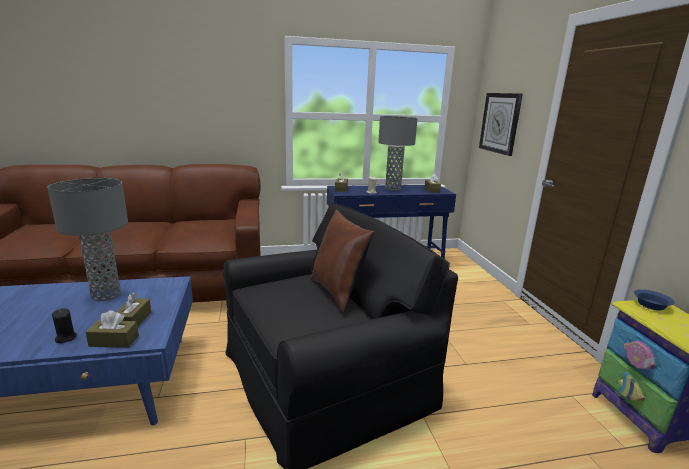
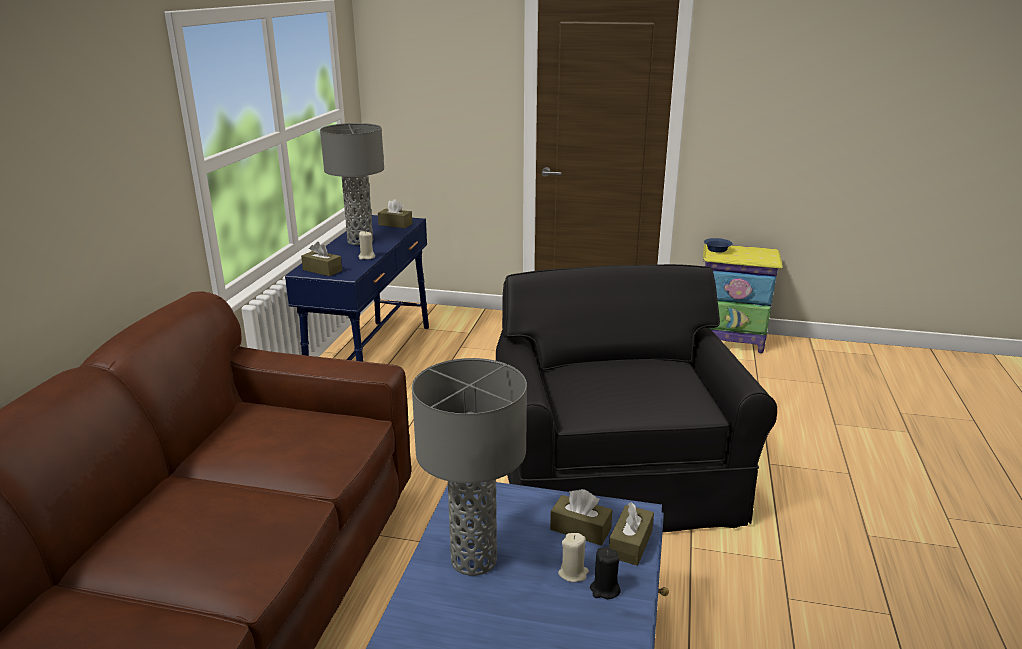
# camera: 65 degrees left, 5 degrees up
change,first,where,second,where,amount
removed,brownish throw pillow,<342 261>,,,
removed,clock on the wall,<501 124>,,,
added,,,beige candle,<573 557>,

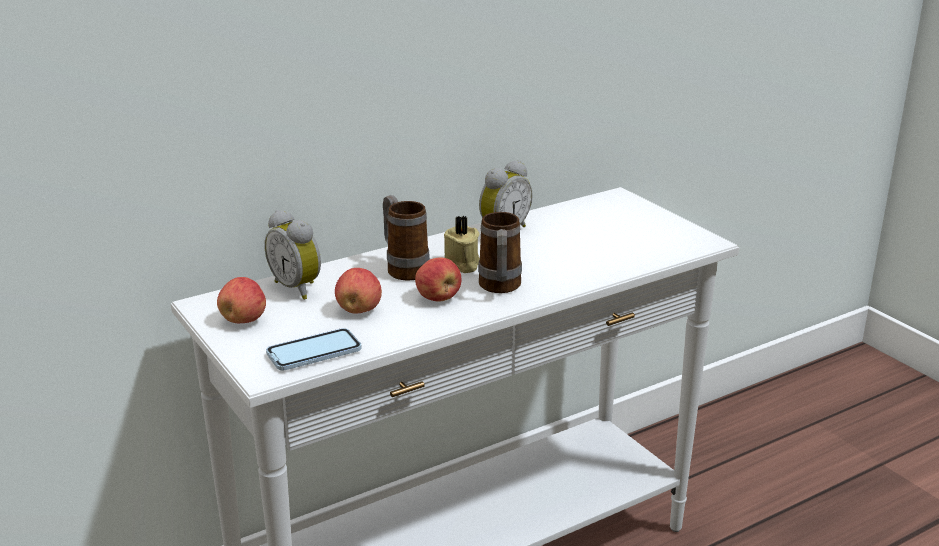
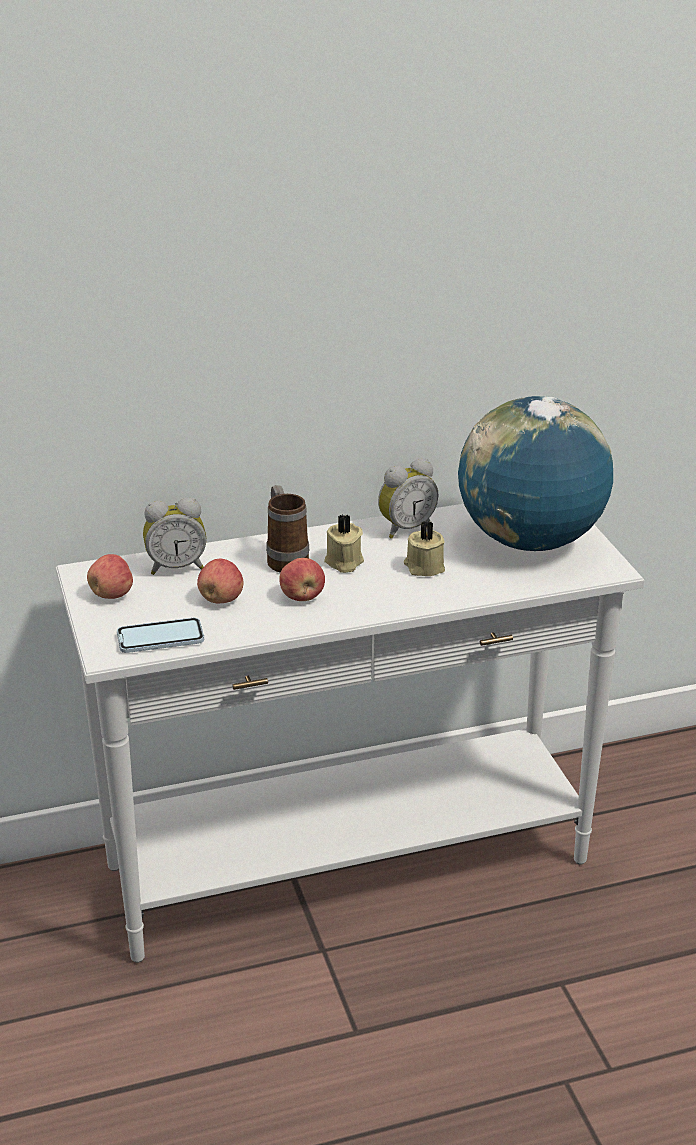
# camera: 15 degrees right, 5 degrees up
change,first,where,second,where,amount
turned,table clock,<292 255>,,<174 536>,75 degrees counterclockwise
removed,coffee mug,<500 252>,,,
added,,,beige candle,<424 548>,
added,,,globe,<535 473>,

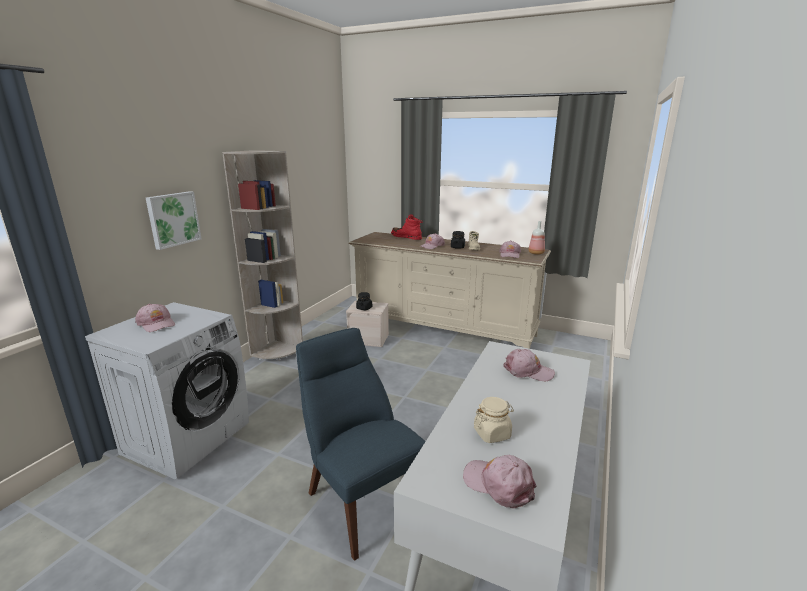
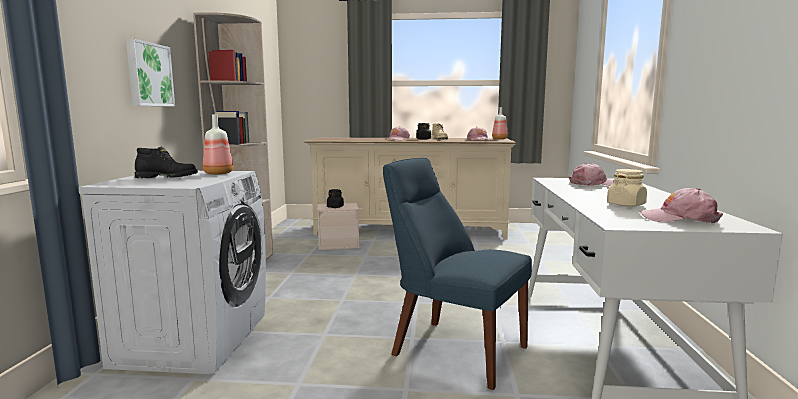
# camera: 20 degrees left, 10 degrees down
change,first,where,second,where,amount
replaced,pink-coloured peaked cap,<155 318>,black-coloured boot,<166 162>,
removed,red boot,<407 227>,,,
added,,,bottle,<218 145>,

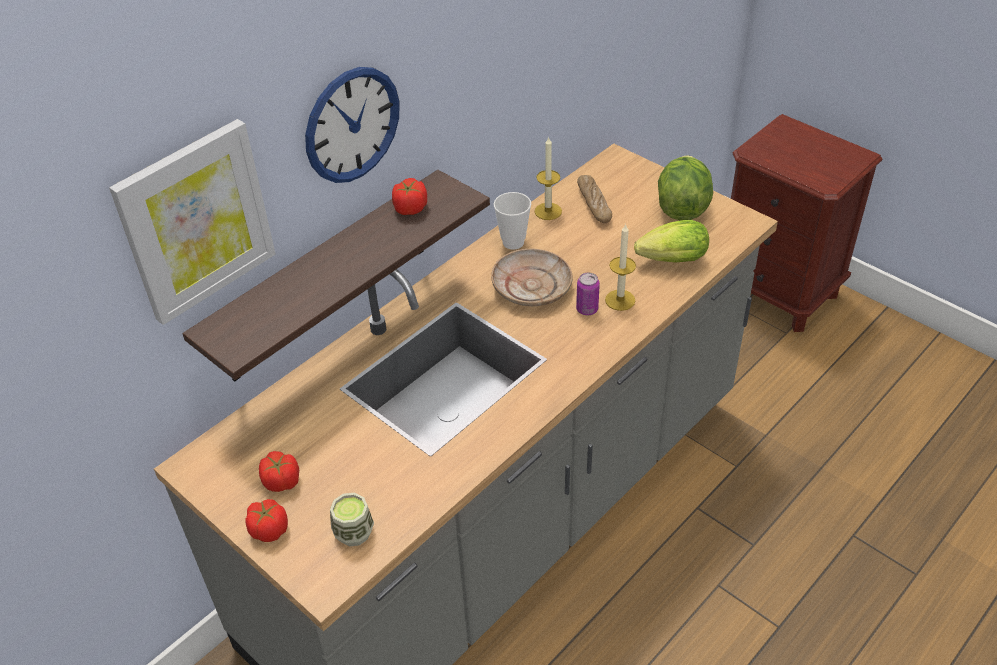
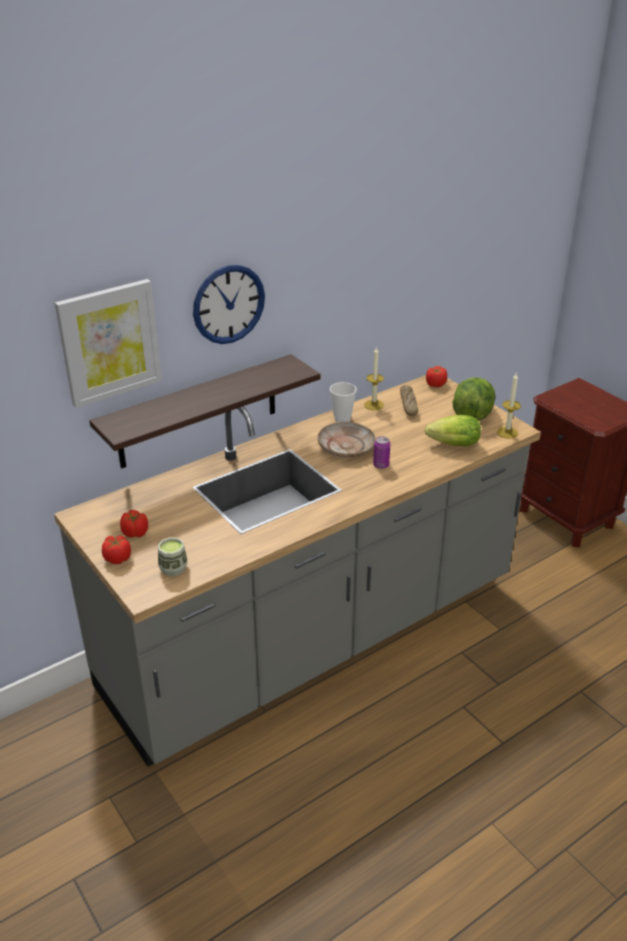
# camera: 10 degrees right, 10 degrees down
change,first,where,second,where,amount
moved,fresh tomato,<409 196>,,<436 376>,
moved,candle,<620 267>,,<509 405>,

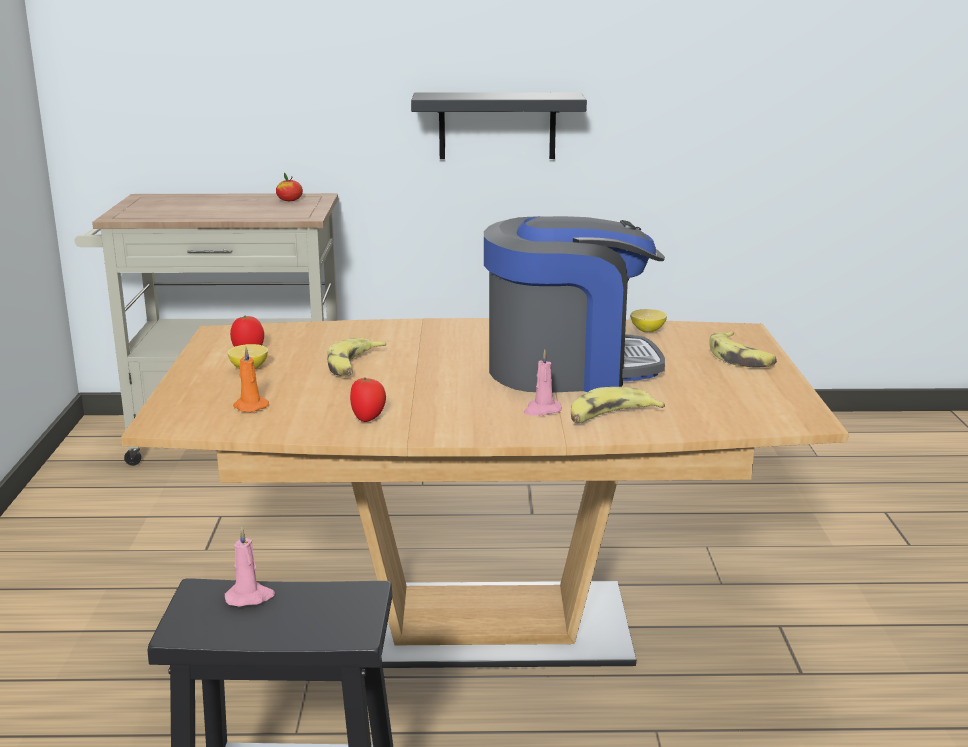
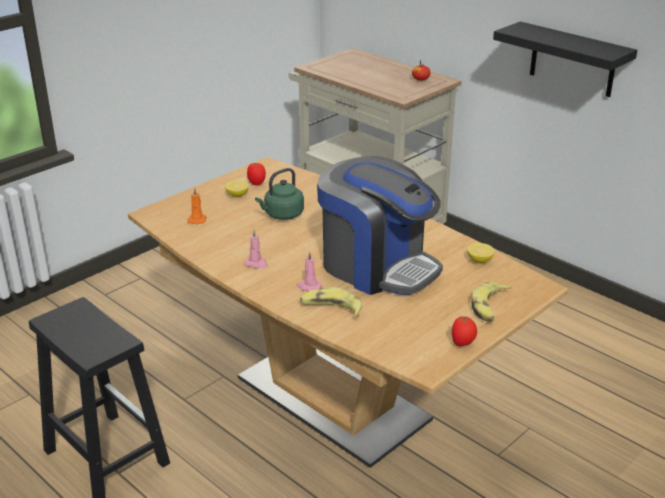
# camera: 45 degrees right, 10 degrees up
change,first,where,second,where,amount
moved,pink-coloured candle,<250 567>,,<256 249>,
replaced,banana fruit,<357 357>,green-coloured kettle,<279 194>,
moved,fresh tomato,<368 399>,,<464 331>,

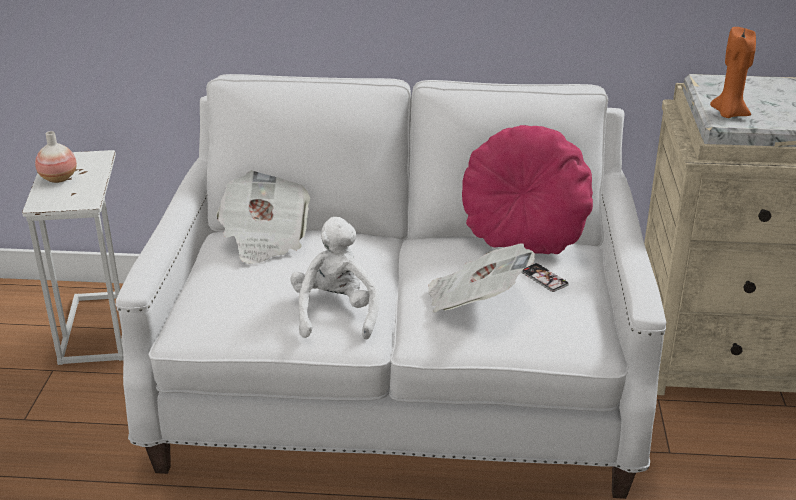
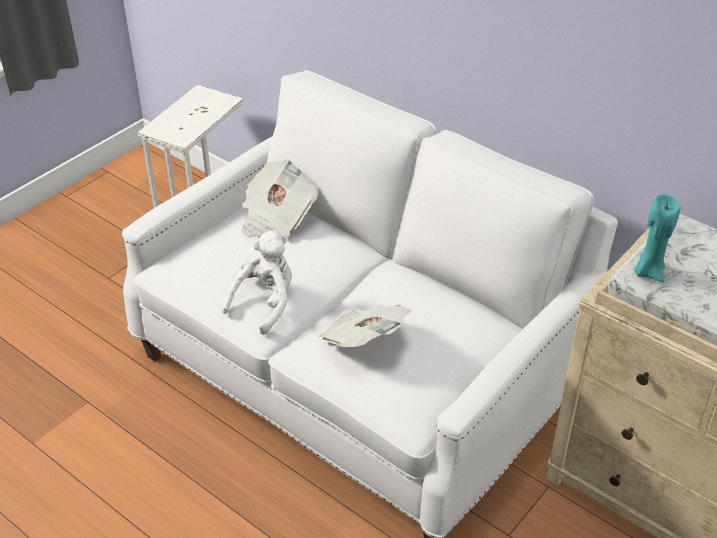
# camera: 35 degrees right, 10 degrees up
change,first,where,second,where,amount
removed,vase,<56 157>,,,
removed,pink-coloured throw pillow,<527 189>,,,
removed,phone,<545 277>,,,
recoloured,orange candle,<733 72>,turquoise-coloured candle,<657 238>,

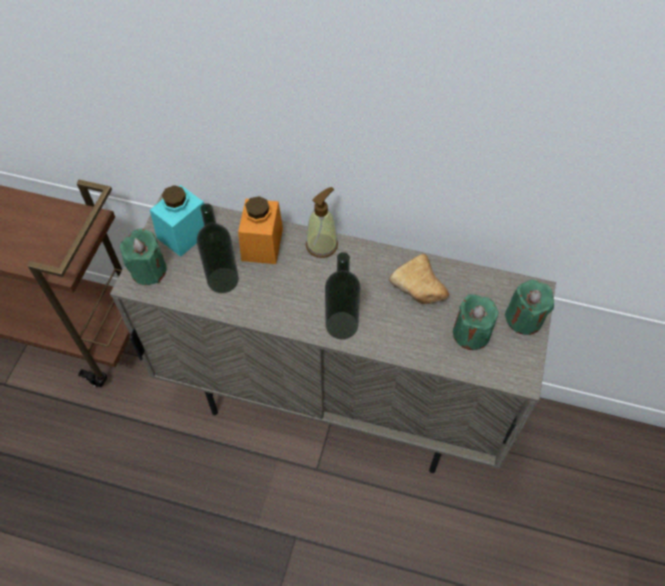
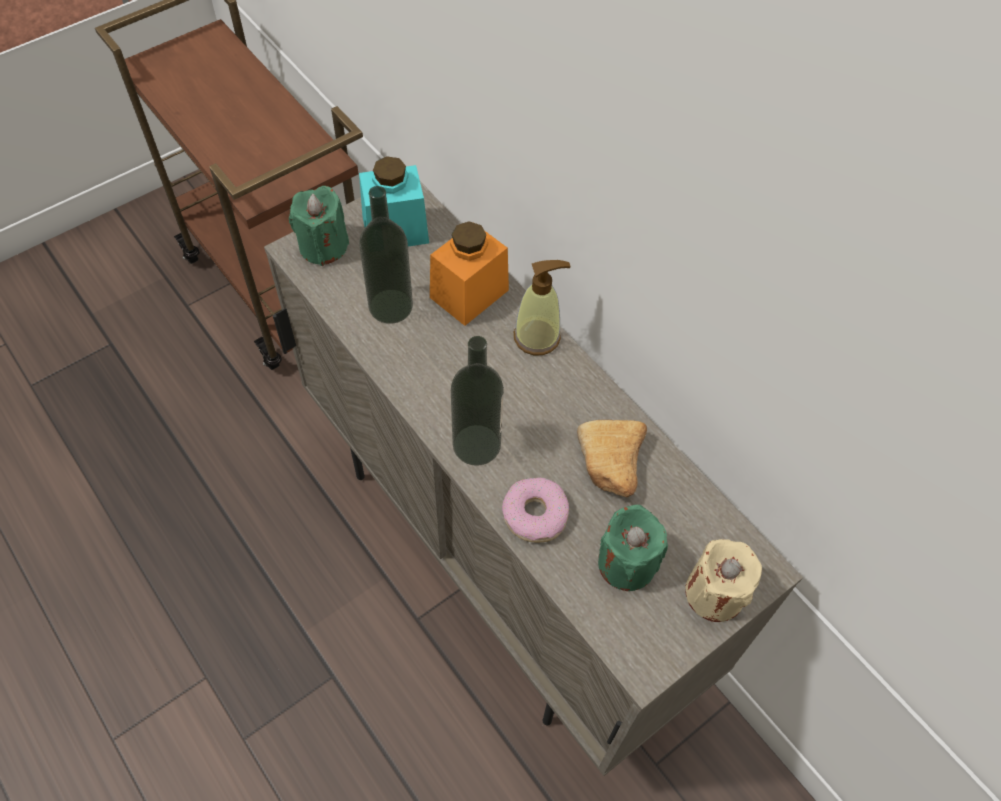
# camera: 35 degrees right, 0 degrees up
change,first,where,second,where,amount
recoloured,green-coloured candle,<529 307>,beige candle,<723 580>,
added,,,donut,<535 510>,

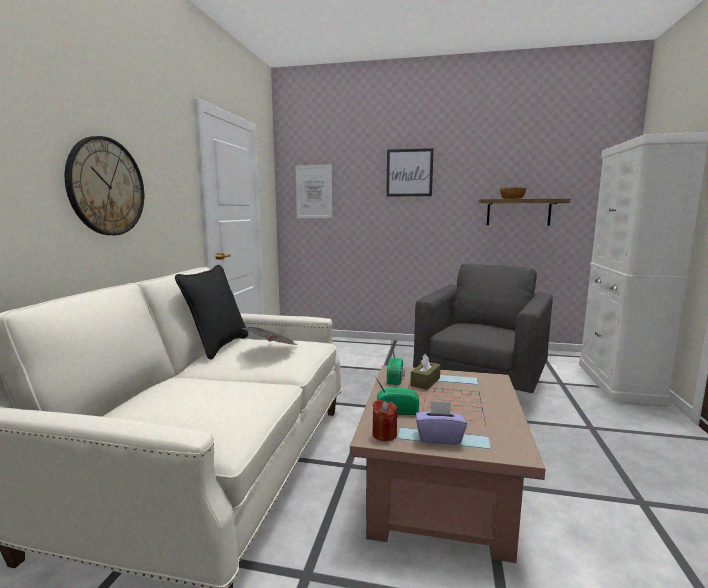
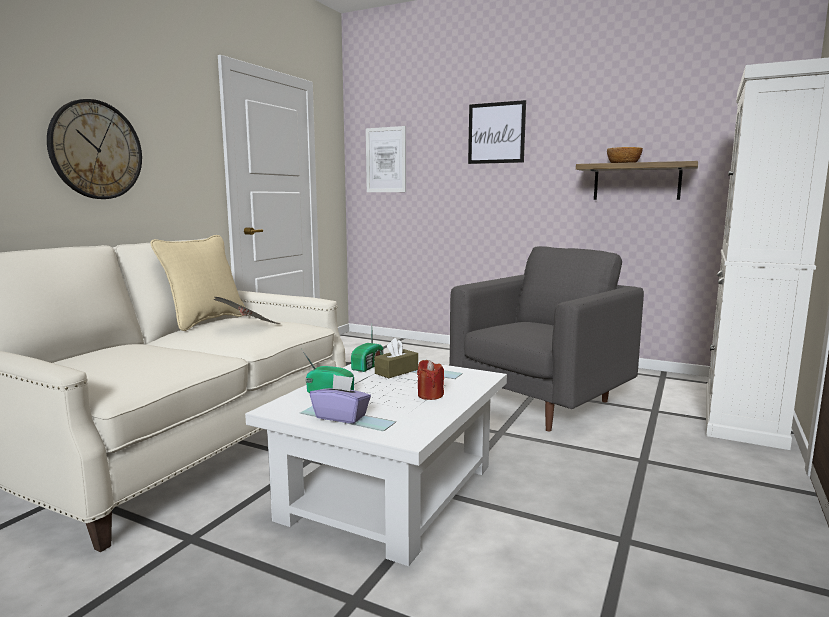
# camera: 15 degrees right, 0 degrees up
change,first,where,second,where,amount
recoloured,black-coloured throw pillow,<211 312>,beige throw pillow,<198 283>,
recoloured,brownish coffee table,<447 464>,white coffee table,<376 463>,
moved,red candle,<385 420>,,<430 380>,

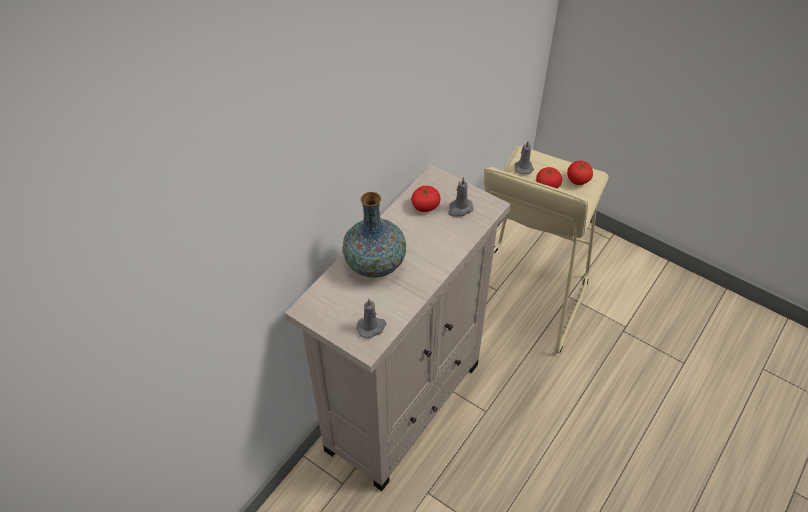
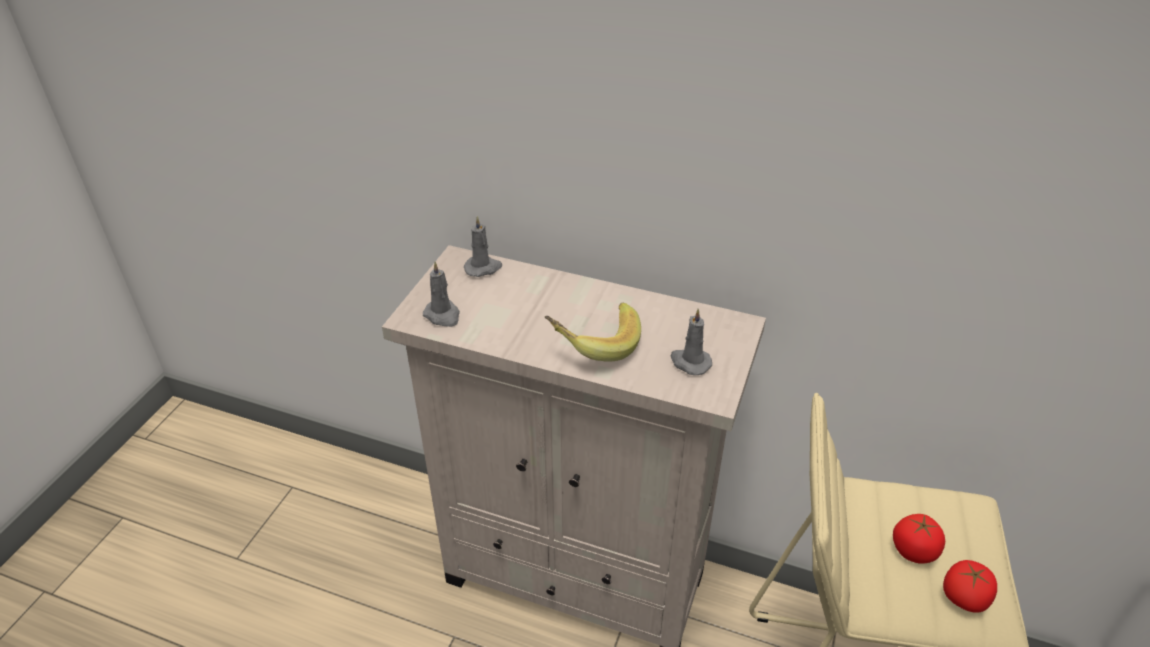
# camera: 75 degrees right, 10 degrees down
change,first,where,second,where,amount
removed,vase,<374 234>,,,
removed,fresh tomato,<425 199>,,,
moved,grey candle,<524 157>,,<483 246>,
added,,,banana fruit,<593 332>,

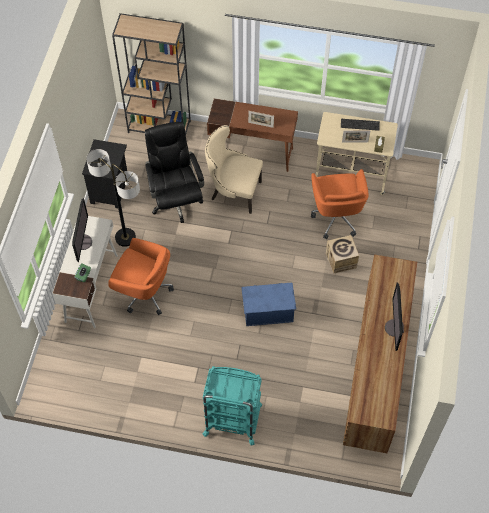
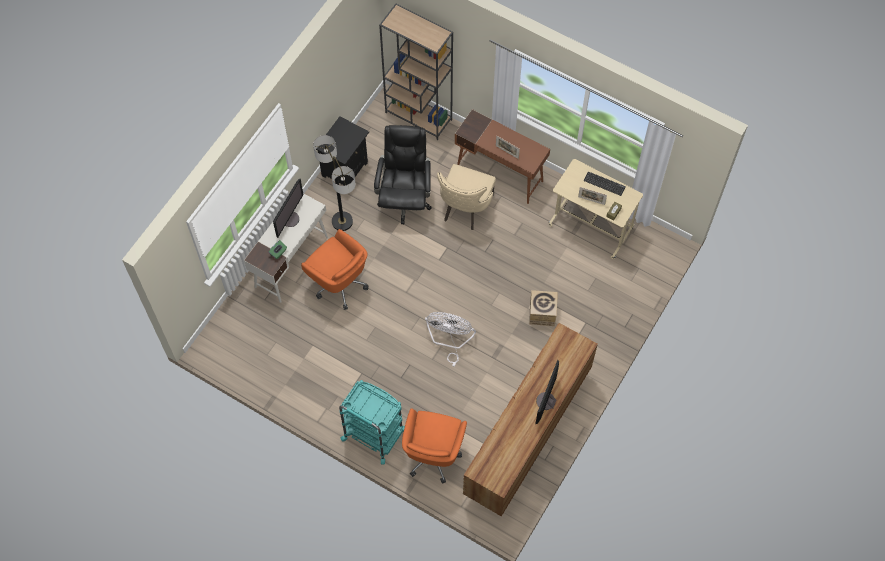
# camera: 20 degrees right, 5 degrees up
change,first,where,second,where,amount
turned,beige chair,<234 169>,,<466 197>,105 degrees counterclockwise
replaced,bluish storage box,<268 304>,white electric fan,<450 339>,
moved,orange computer chair,<339 204>,,<434 446>,

